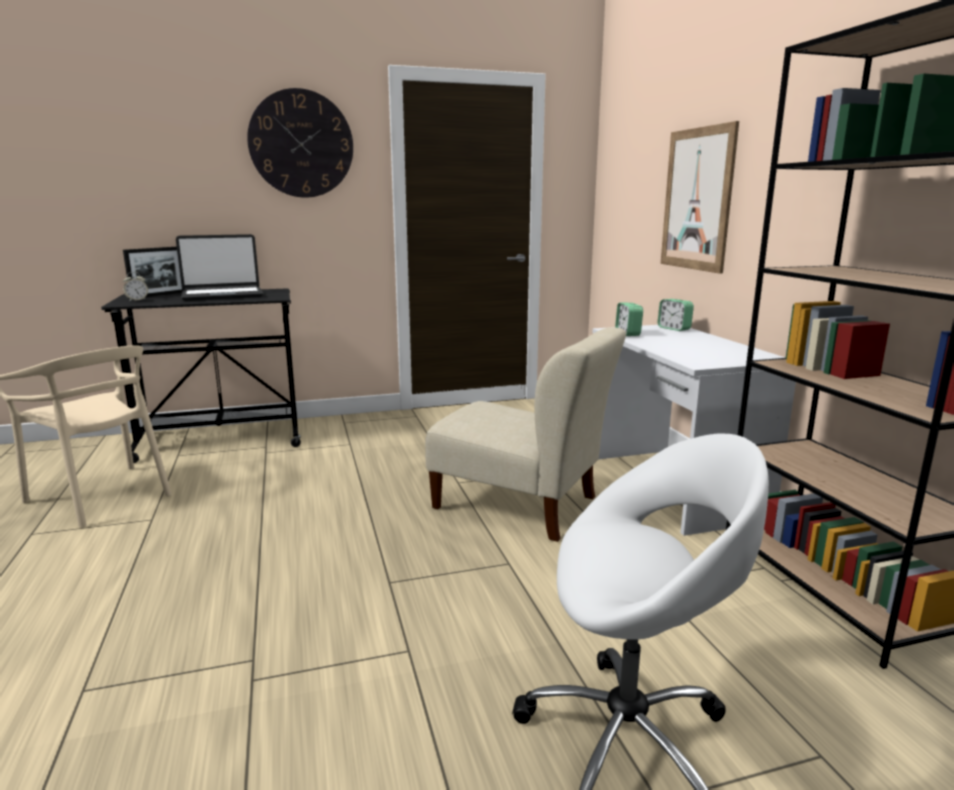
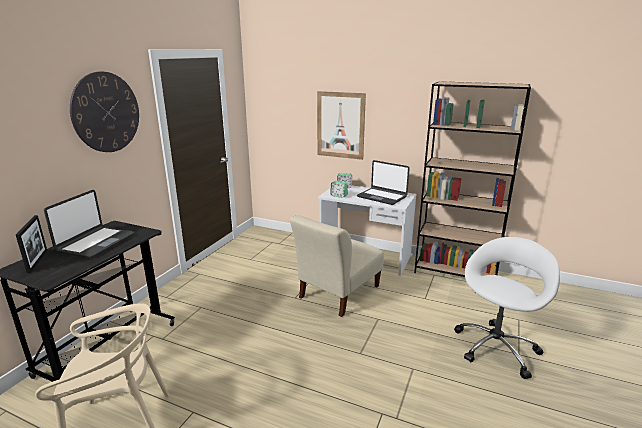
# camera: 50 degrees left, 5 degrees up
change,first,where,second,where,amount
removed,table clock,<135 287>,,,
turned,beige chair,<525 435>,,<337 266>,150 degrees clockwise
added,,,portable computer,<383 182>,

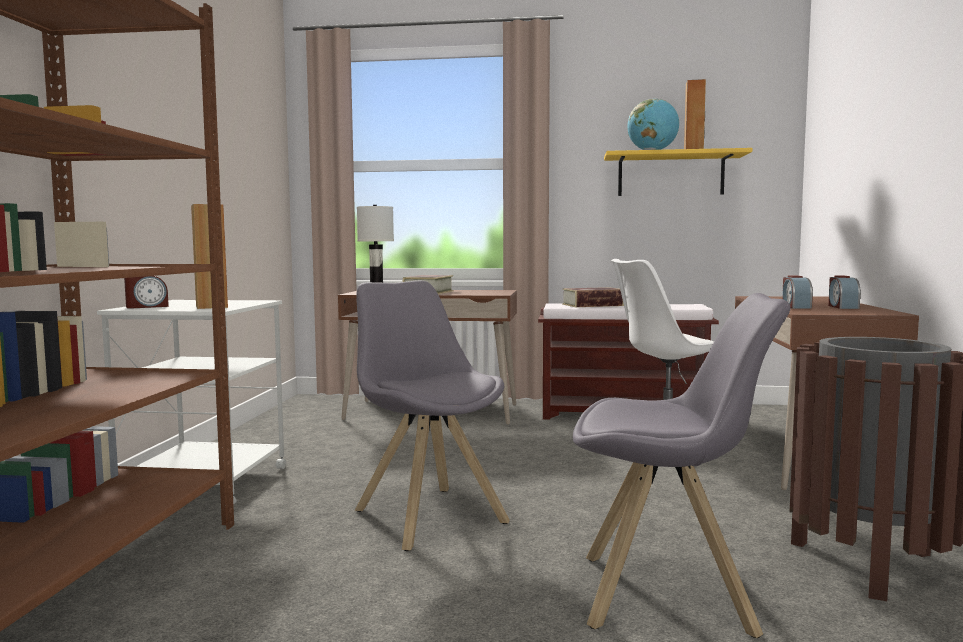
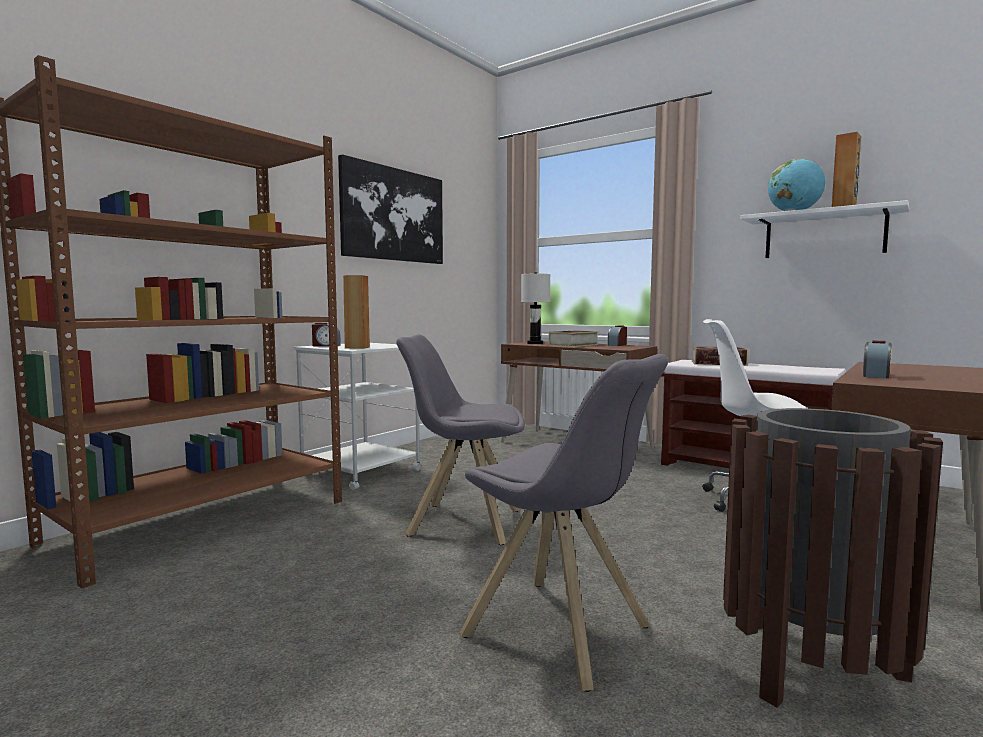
# camera: 30 degrees right, 0 degrees up
change,first,where,second,where,amount
turned,grey chair,<432 415>,,<460 439>,75 degrees counterclockwise
recoloured,yellowish wall shelf,<678 172>,white wall shelf,<825 229>,
moved,table clock,<844 292>,,<617 336>,
added,,,wall art,<390 209>,

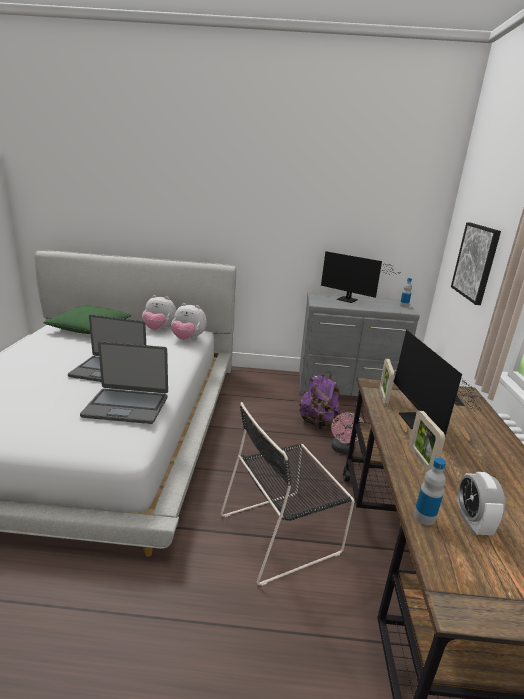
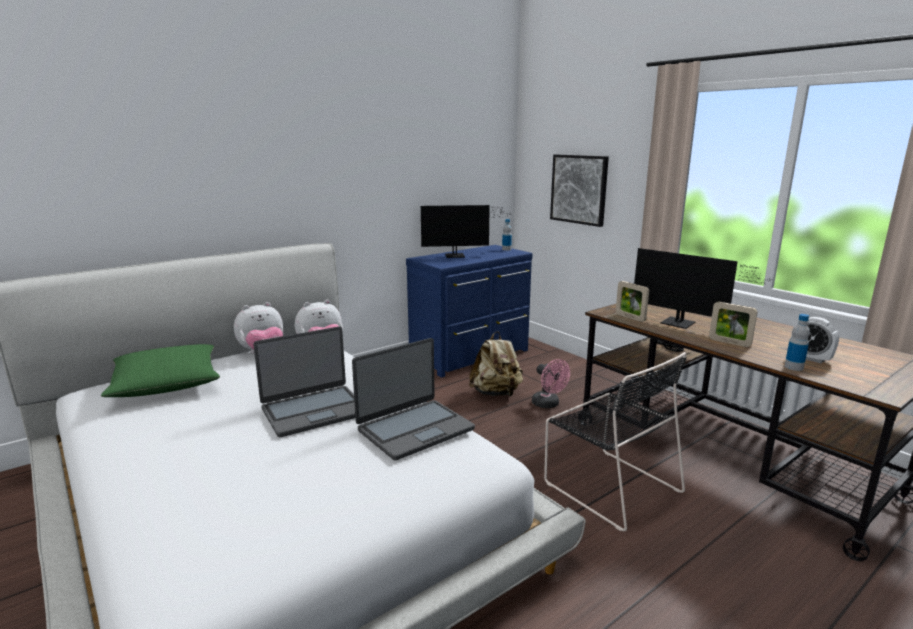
# camera: 40 degrees left, 5 degrees down
change,first,where,second,where,amount
turned,black-coloured chair,<287 494>,,<615 441>,60 degrees counterclockwise
recoloured,grey dresser,<359 344>,bluish dresser,<469 311>,
recoloured,purplish rucksack,<319 400>,beige rucksack,<496 364>,

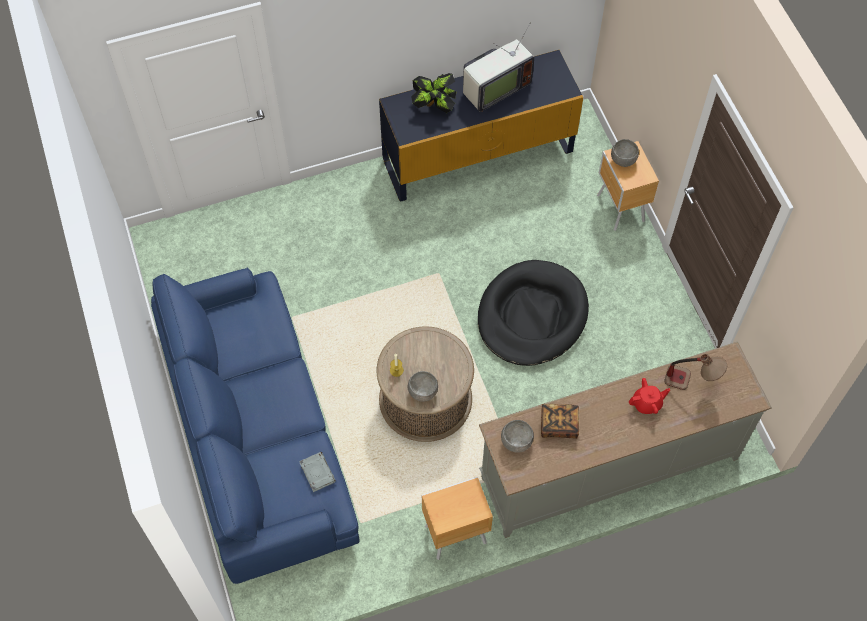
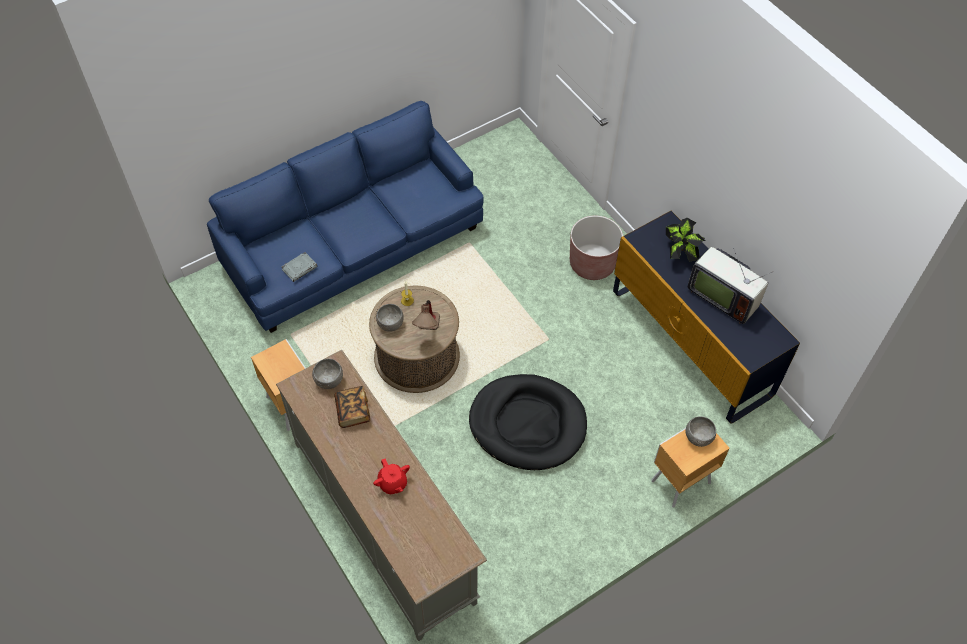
# camera: 75 degrees right, 5 degrees down
change,first,where,second,where,amount
moved,lamp for a table,<695 372>,,<426 315>,
added,,,brownish plant pot,<596 248>,

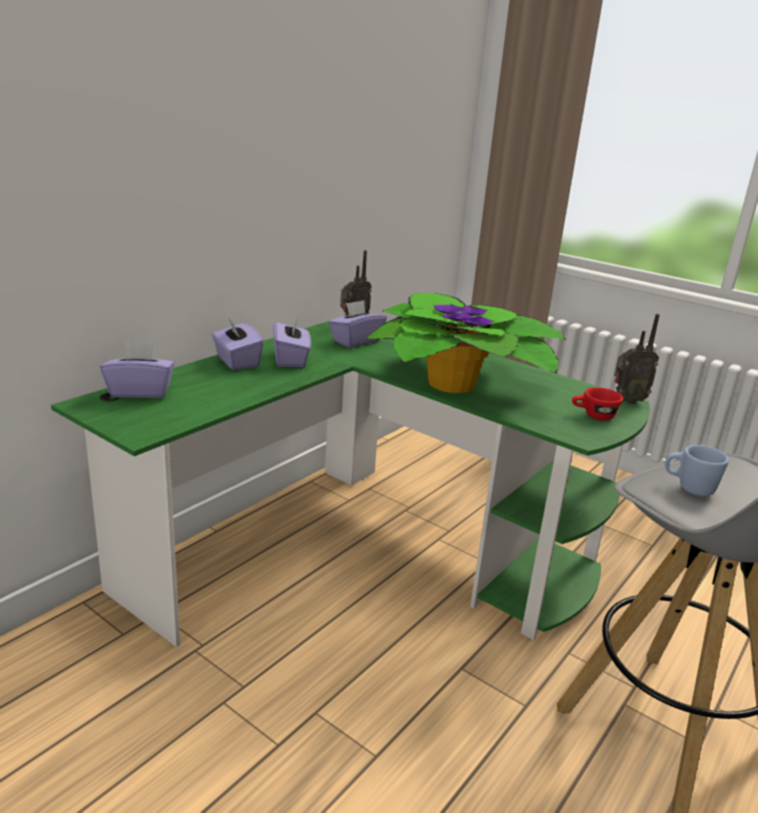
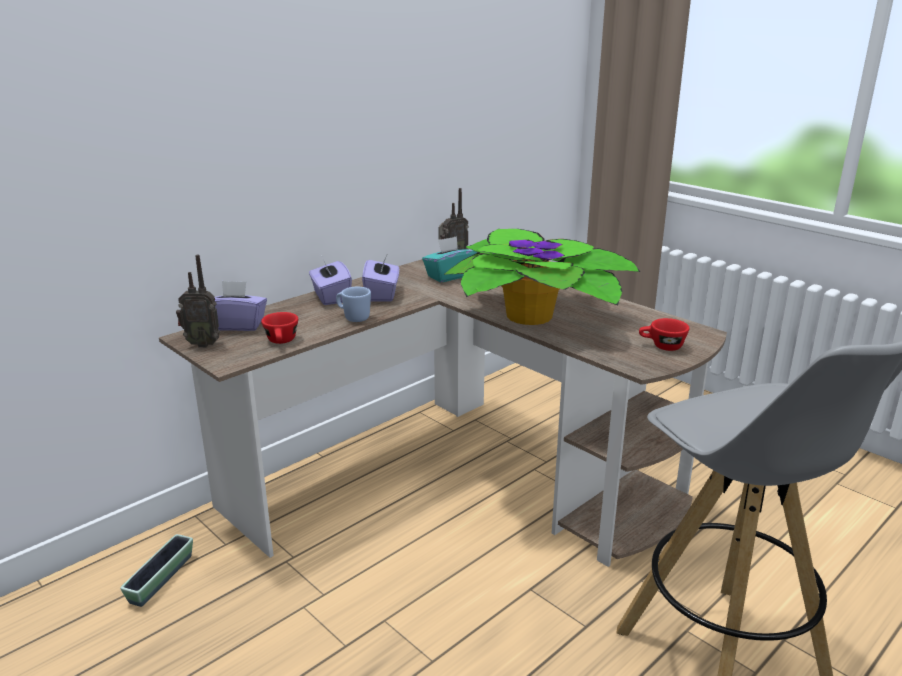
# camera: 10 degrees right, 0 degrees up
change,first,where,second,where,amount
recoloured,green-coloured desk table,<350 484>,brownish desk table,<443 413>,
recoloured,purplish tissue box,<358 324>,turquoise-coloured tissue box,<450 259>,
moved,radio receiver,<637 359>,,<198 301>,
moved,bluish coffee mug,<697 470>,,<353 304>,
added,,,plant pot,<156 570>,
added,,,red cup,<279 328>,

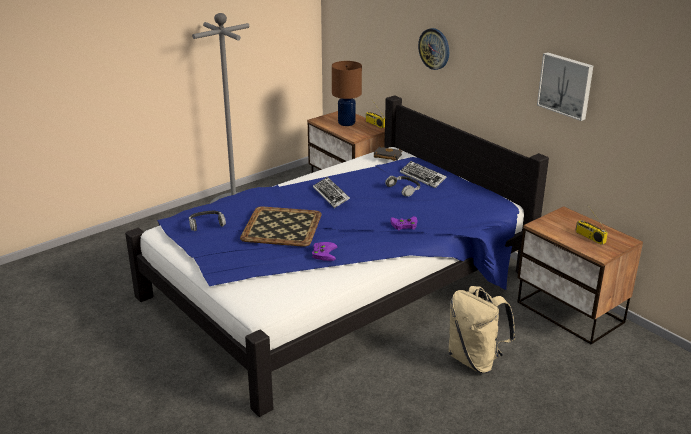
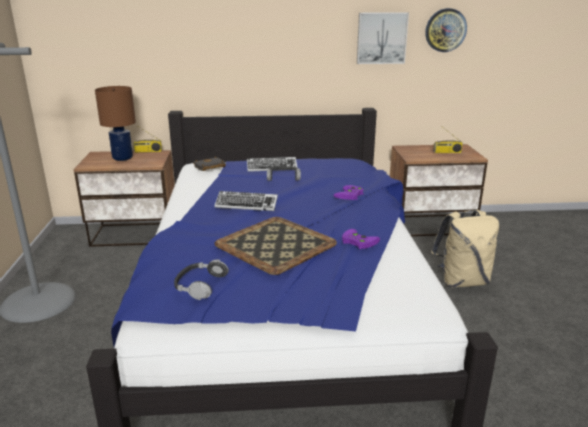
# camera: 55 degrees left, 5 degrees down
change,first,where,second,where,amount
moved,clock on the wall,<433 49>,,<446 30>,

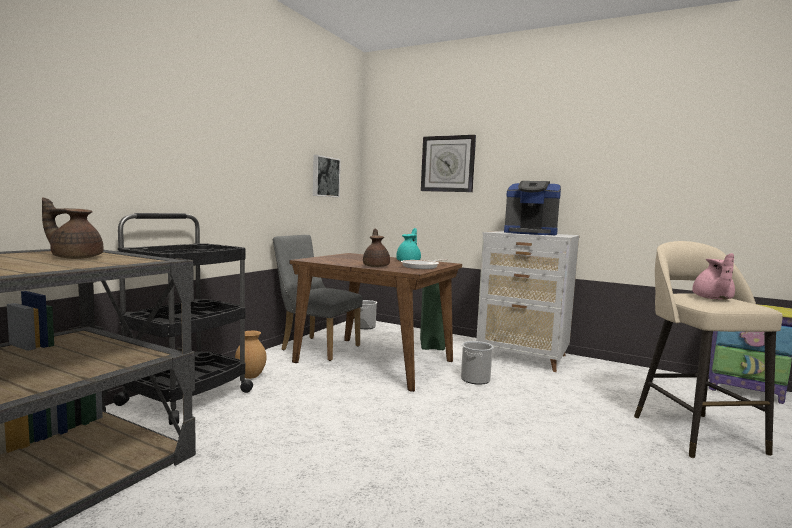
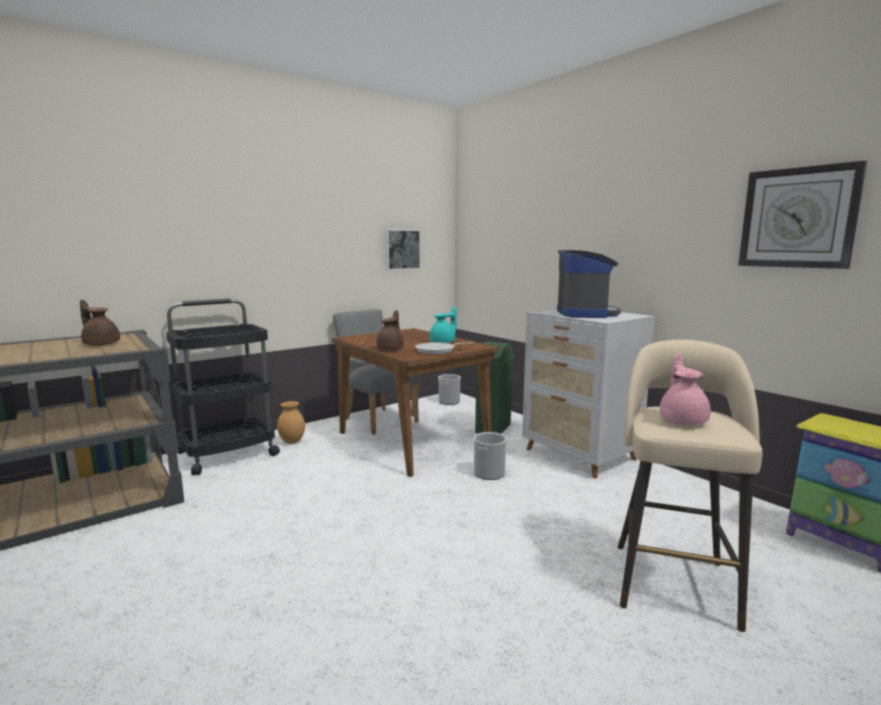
# camera: 25 degrees right, 5 degrees up
change,first,where,second,where,amount
moved,clock on the wall,<448 163>,,<802 215>,
turned,coffee maker,<532 208>,,<589 284>,135 degrees counterclockwise
turned,pink-coloured teapot,<713 276>,,<685 389>,150 degrees clockwise

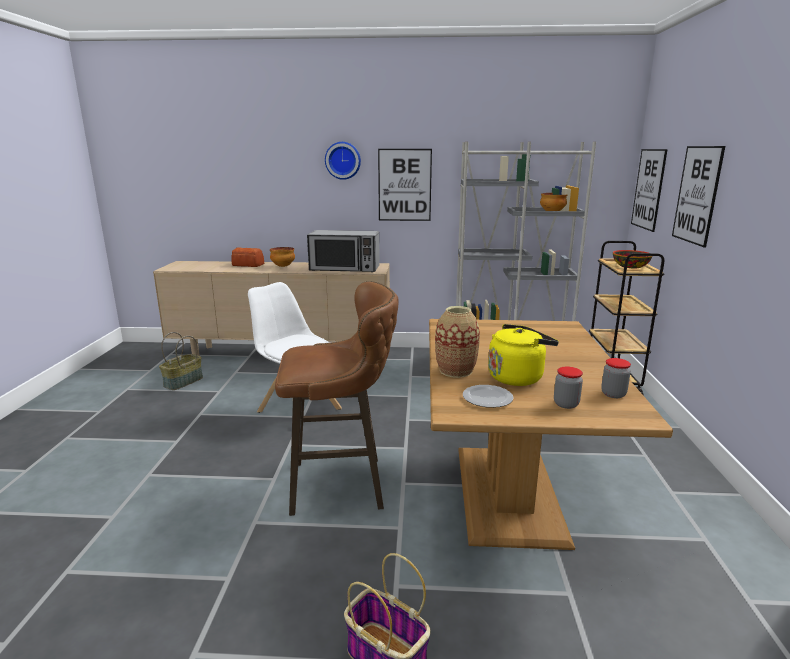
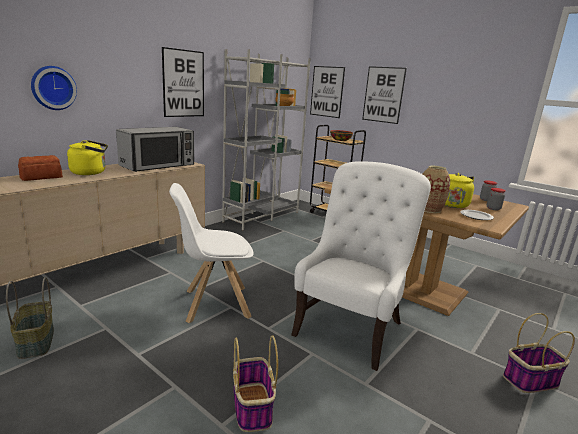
# camera: 55 degrees left, 0 degrees up
change,first,where,second,where,amount
replaced,bowl,<282 257>,yellowish kettle,<87 157>,
replaced,brownish sitting stool,<337 398>,white chair,<361 266>,
moved,clock on the wall,<343 161>,,<54 88>,
added,,,household basket,<255 383>,

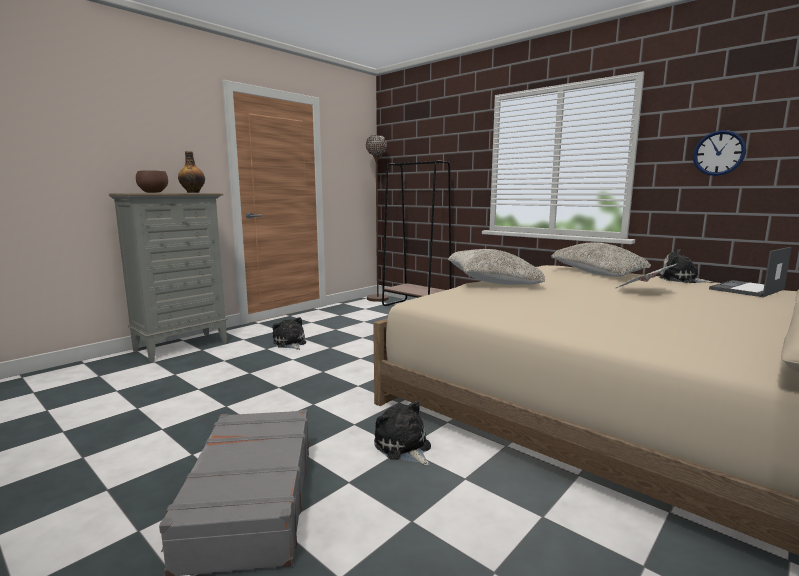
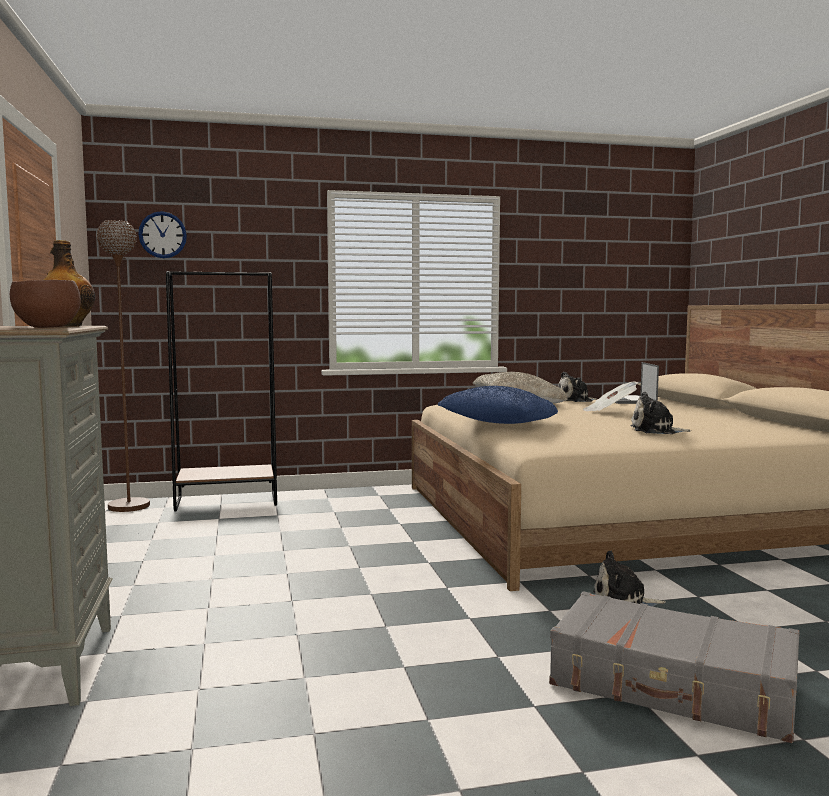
# camera: 55 degrees left, 5 degrees down
change,first,where,second,where,amount
moved,cuddly toy,<289 333>,,<661 412>,
recoloured,beige throw pillow,<497 267>,bluish throw pillow,<498 405>,
moved,clock on the wall,<719 153>,,<162 234>,

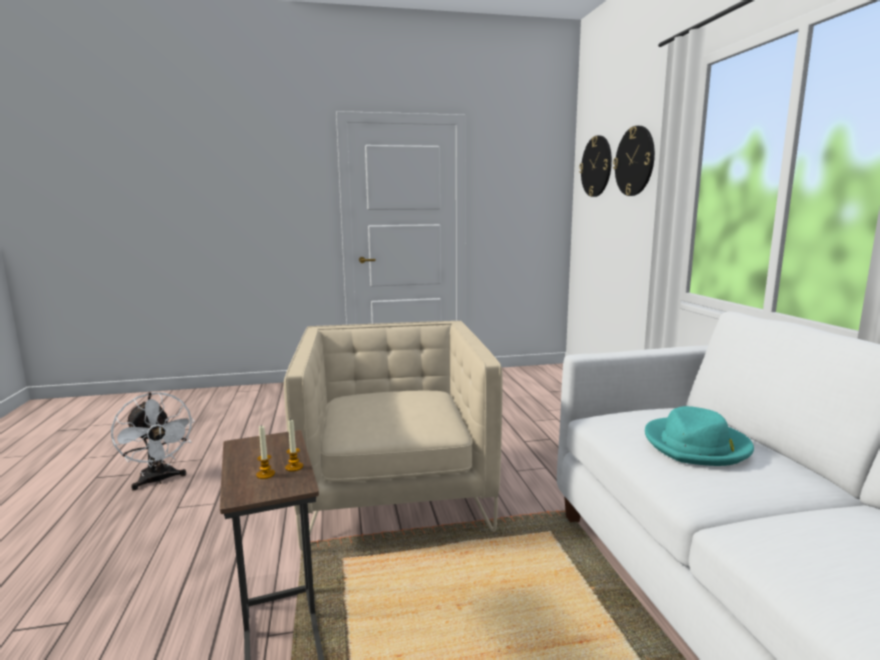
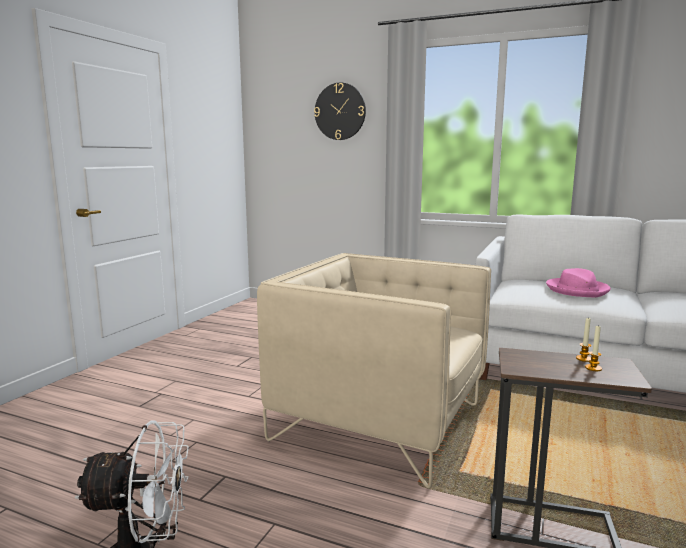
# camera: 55 degrees left, 0 degrees up
change,first,where,second,where,amount
removed,clock on the wall,<595 166>,,,
recoloured,turquoise-coloured hat,<699 436>,pink-coloured hat,<578 283>,

